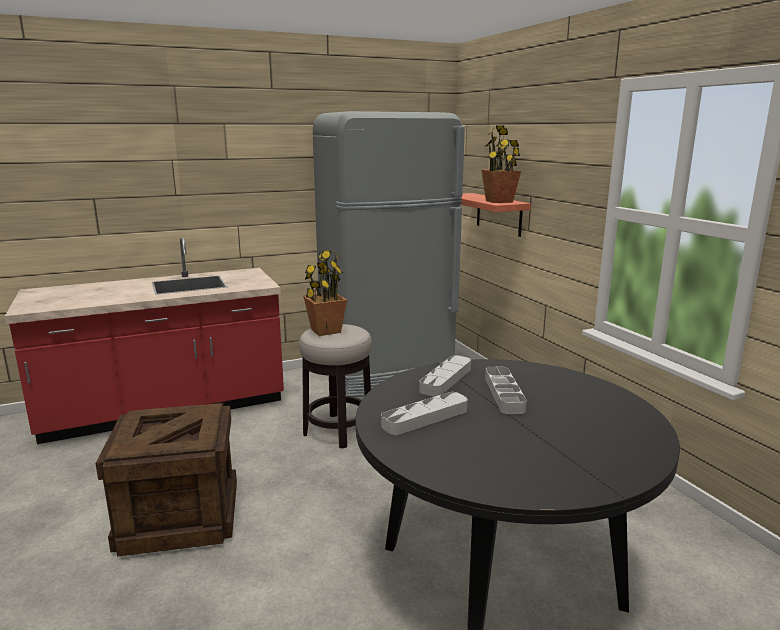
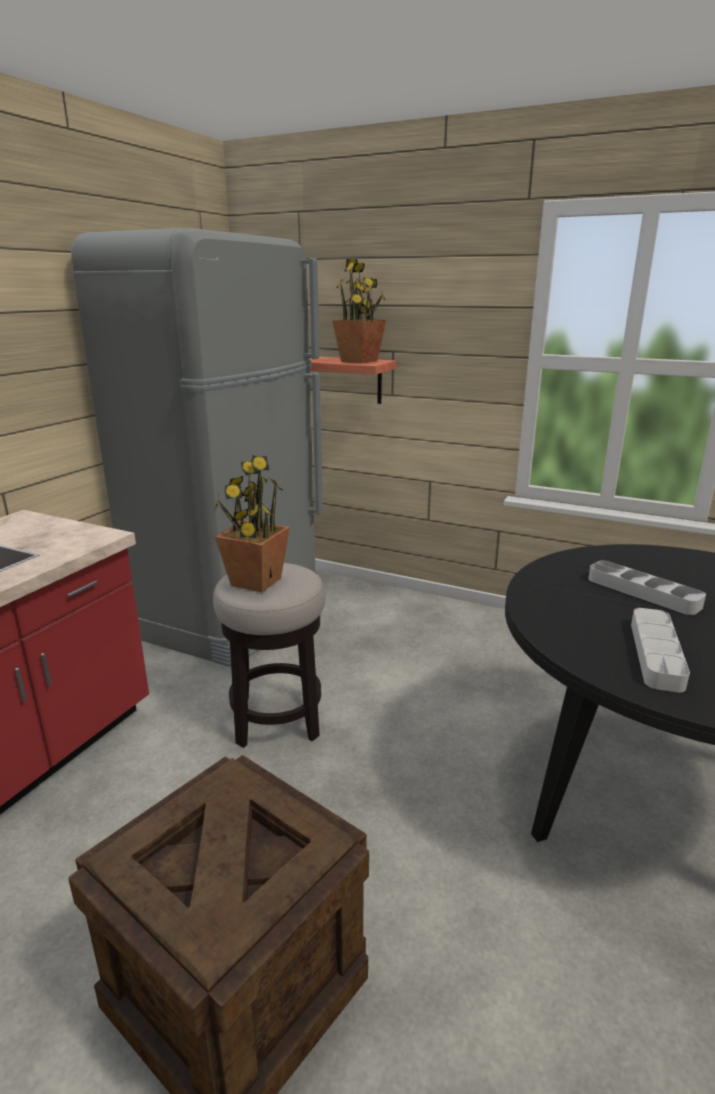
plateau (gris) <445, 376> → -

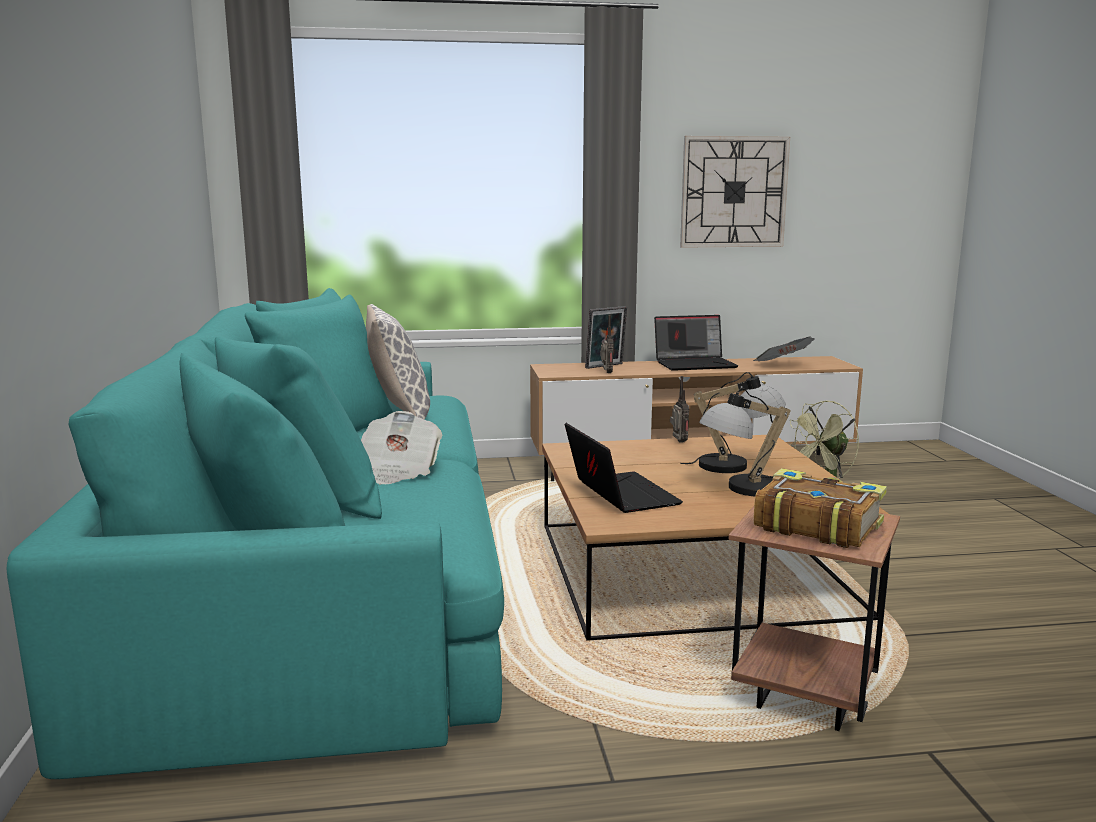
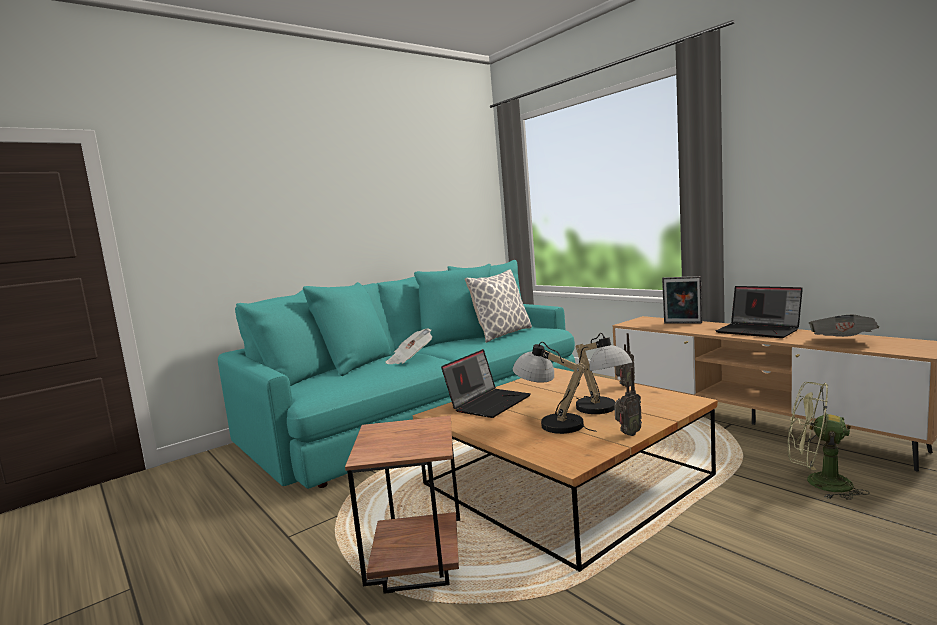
radio <607, 344> → radio <628, 401>, shifted
horloge murale <735, 192> → -
livre <820, 508> → -

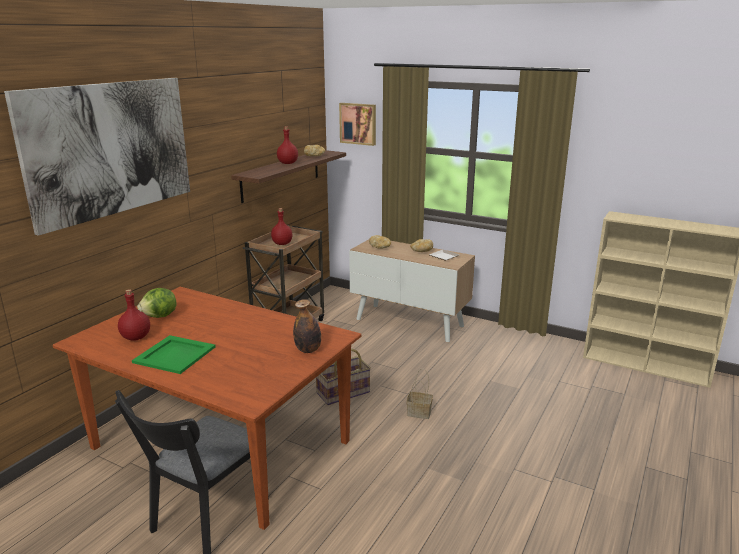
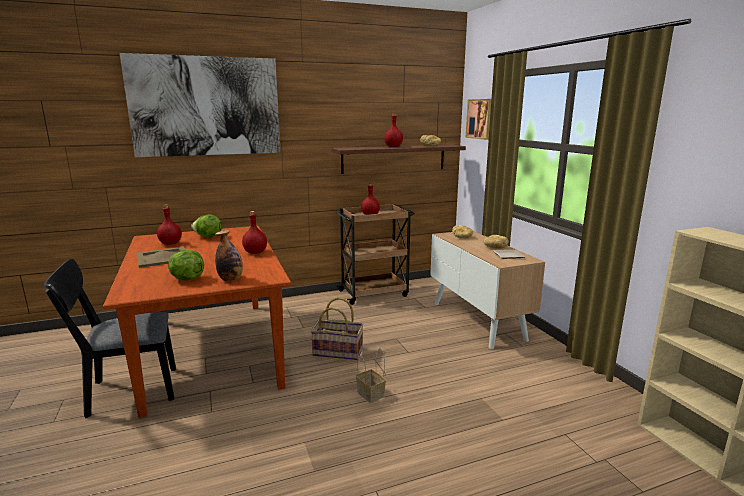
plateau (vert) <174, 354> → plateau (beige) <161, 257>
- → laitue <186, 264>
- → bouteille (rouge) <254, 232>

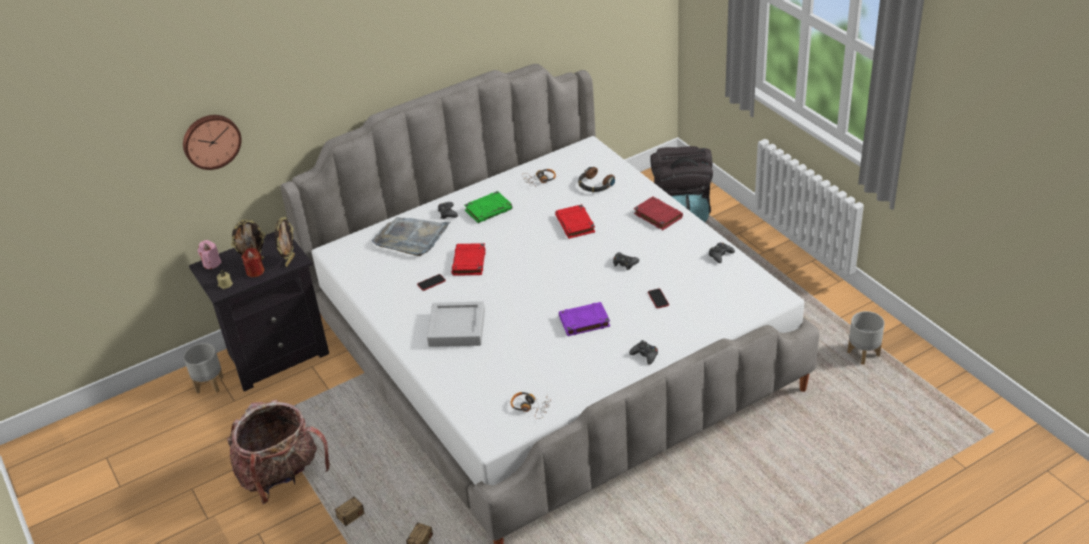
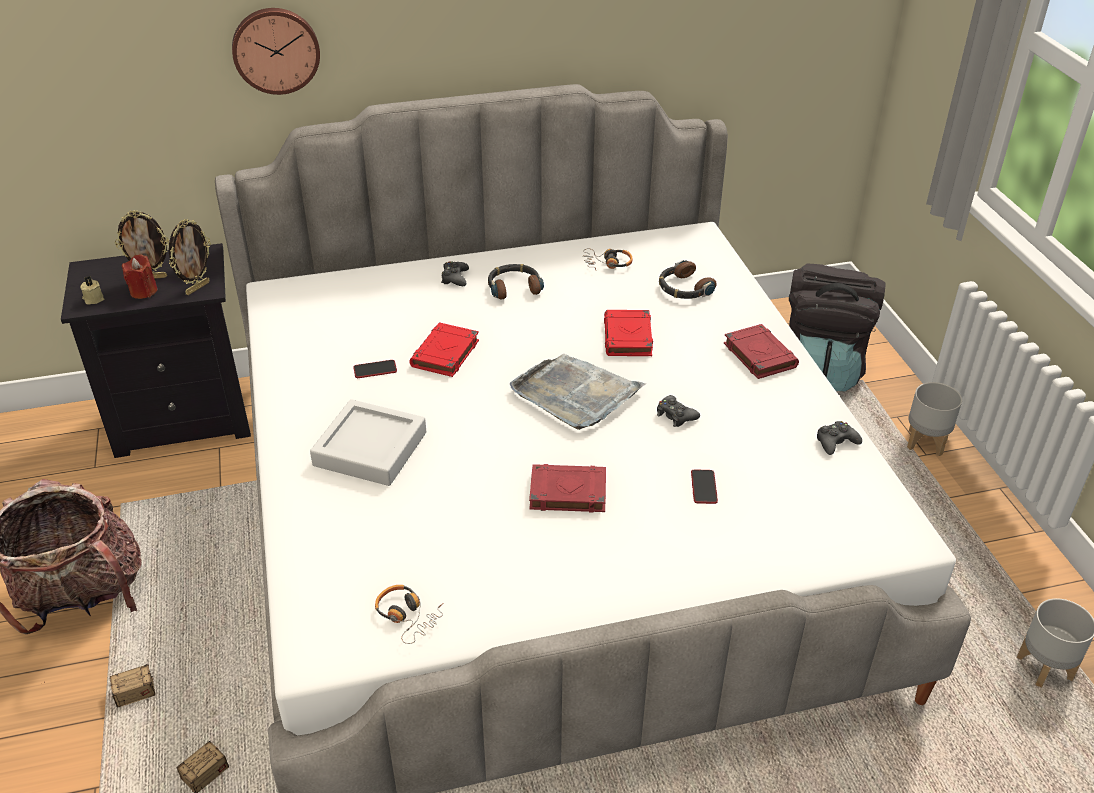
horloge murale <212, 142> → horloge murale <276, 51>, shifted
livre (vert) <488, 207> → casque audio <516, 281>
plateau (gris) <411, 236> → plateau (gris) <578, 392>, shifted
livre (violet) <584, 319> → livre (rouge) <567, 488>
cache-pot (gris) <204, 368> → cache-pot (gris) <934, 419>, shifted
bougie (rose) <209, 254> → -
manette (noir) <643, 352> → -

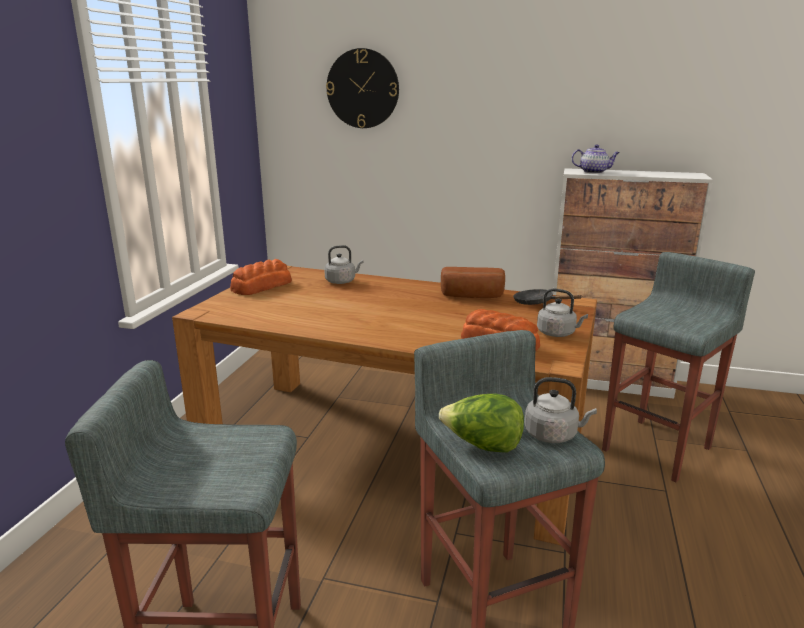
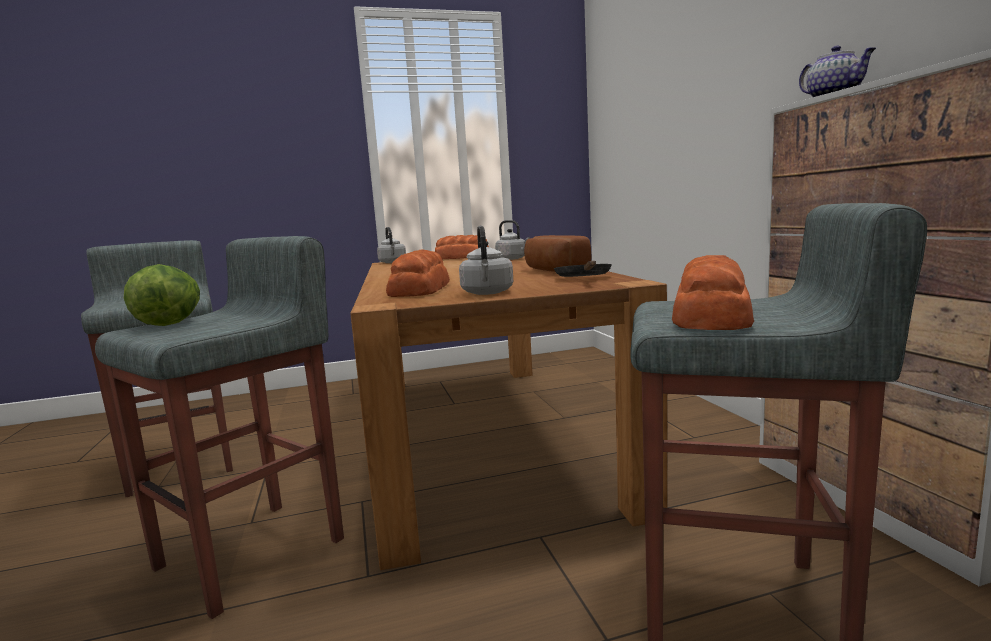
bouilloire (gris) <560, 410> → bouilloire (gris) <391, 245>, shifted
- → pain <713, 292>
horloge murale <362, 88> → -

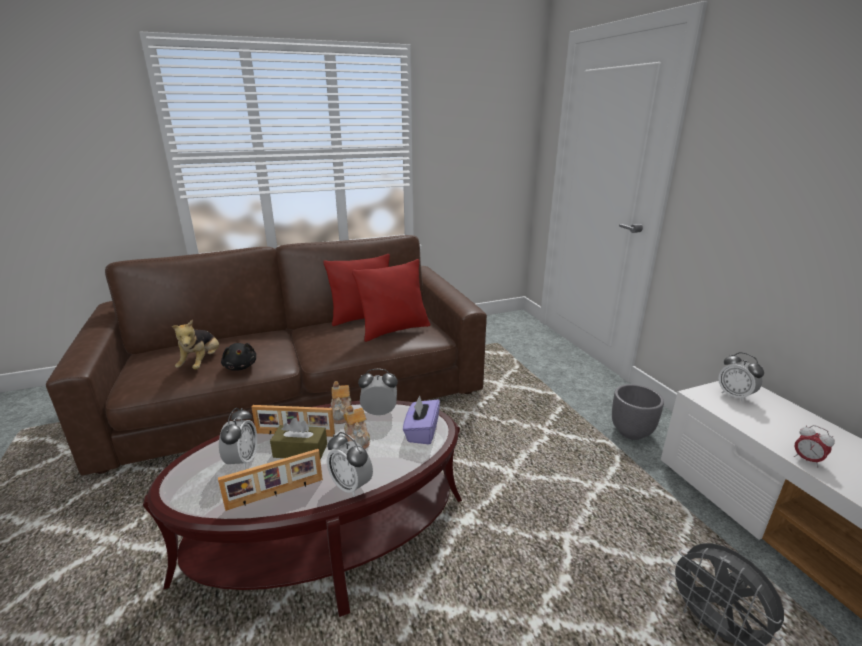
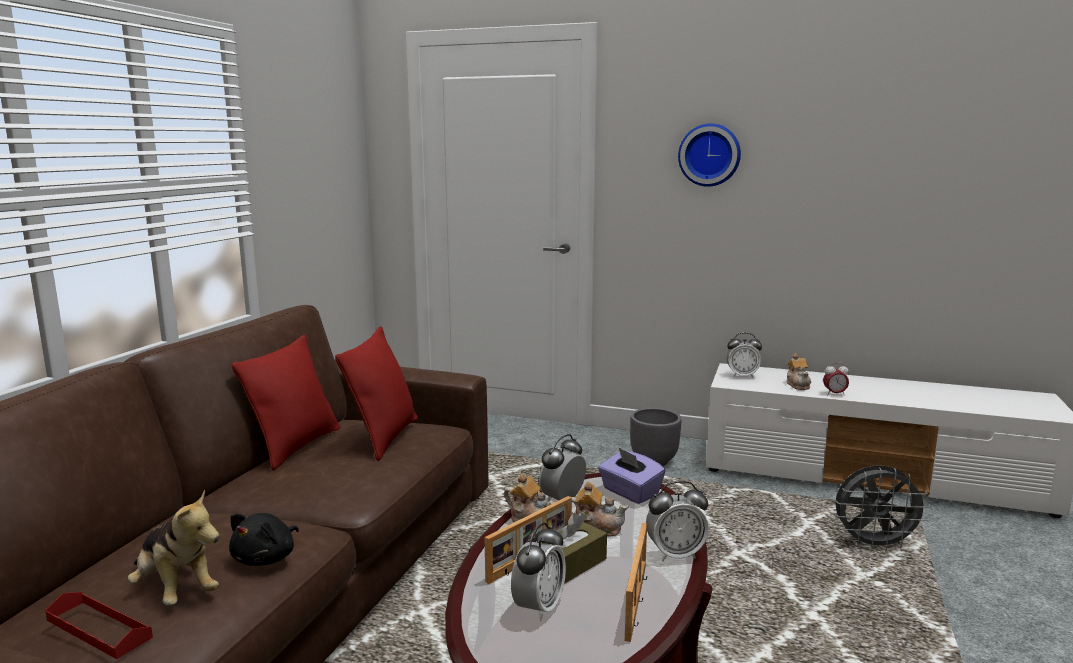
- → plateau (rouge) <99, 625>
peluche (noir) <238, 357> → peluche (noir) <264, 539>, 105 degrees clockwise
réveil <238, 438> → réveil <538, 571>, 75 degrees clockwise
- → horloge murale <709, 155>
- → théière <799, 371>

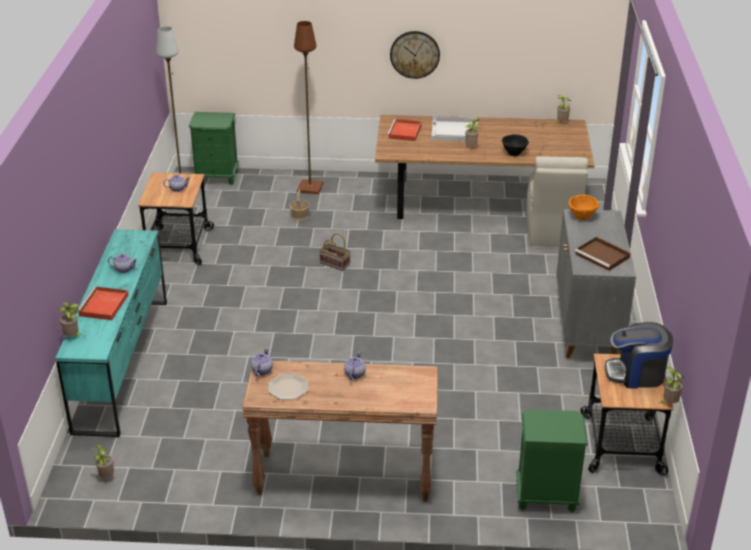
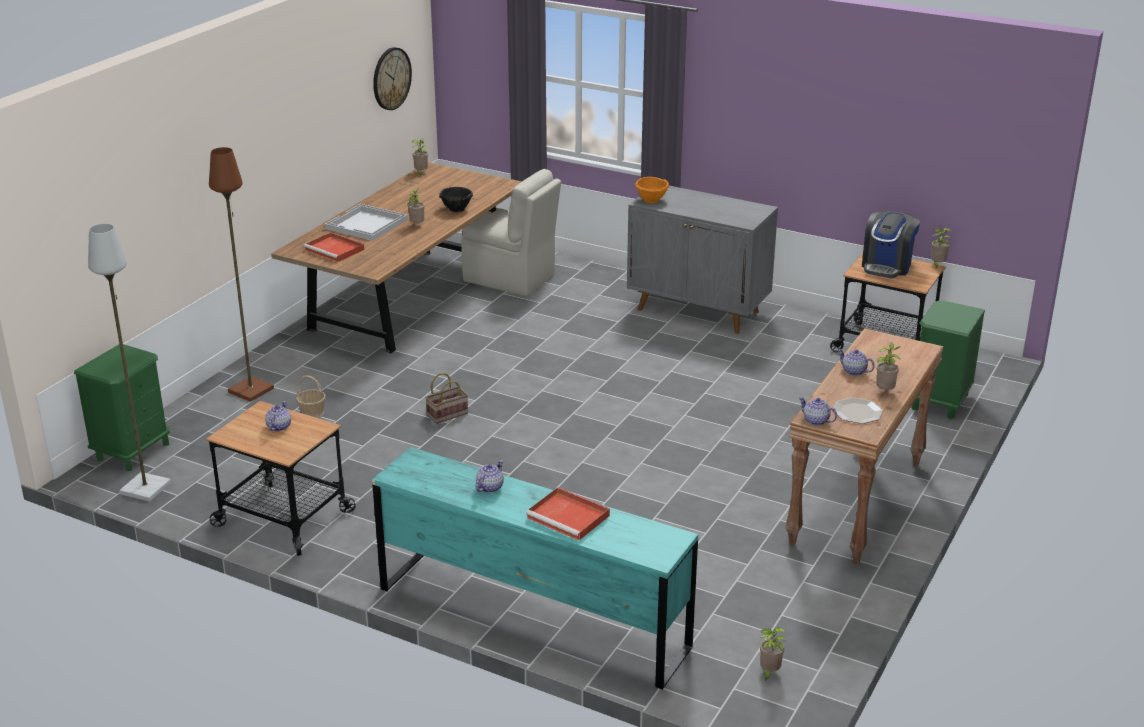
horloge murale <415, 55> → horloge murale <392, 78>, shifted
plante en pot <71, 319> → plante en pot <888, 366>, shifted
plateau (marron) <602, 254> → -

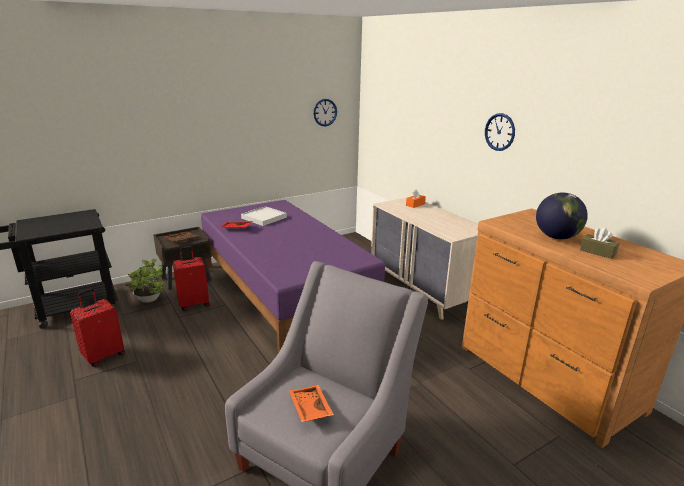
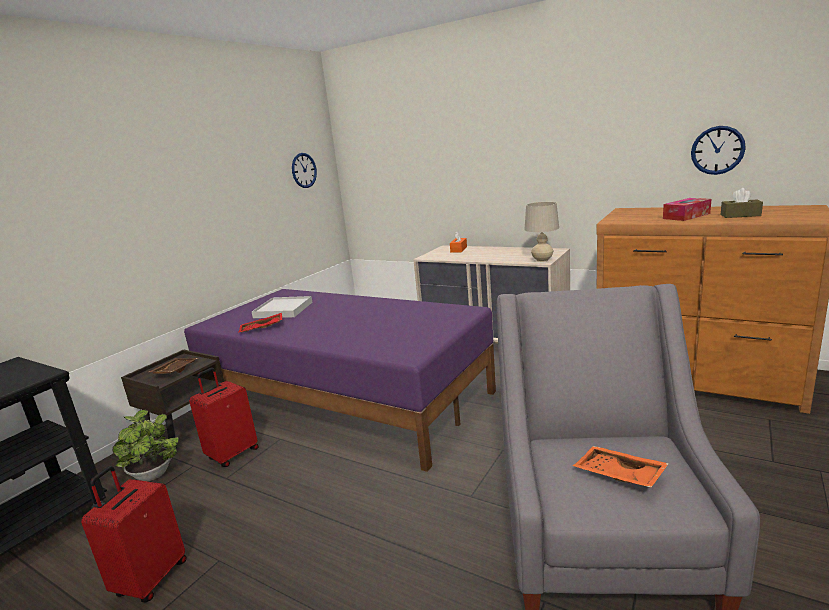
- → lampe de table (beige) <541, 232>
globe <562, 216> → boîte à mouchoirs <687, 209>
horloge murale <500, 132> → horloge murale <718, 150>, shifted

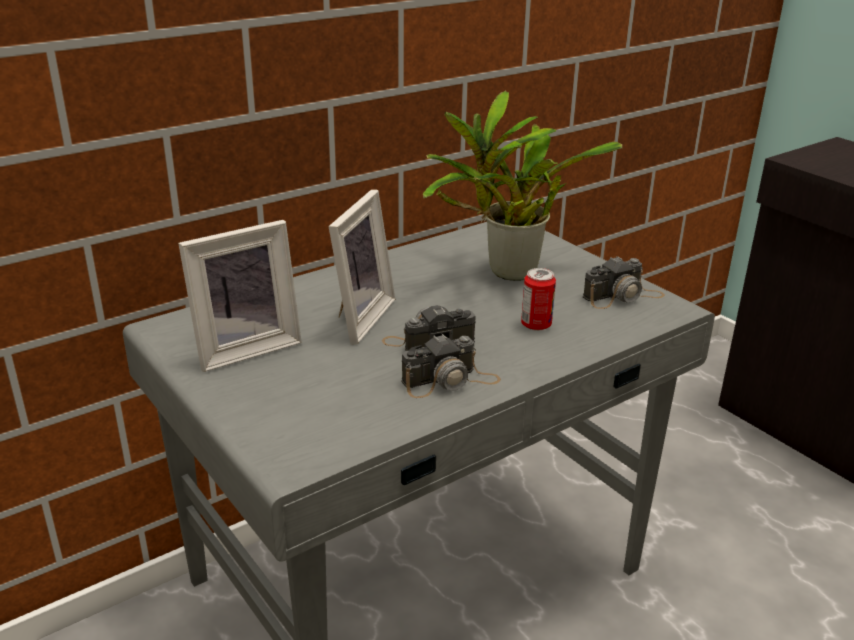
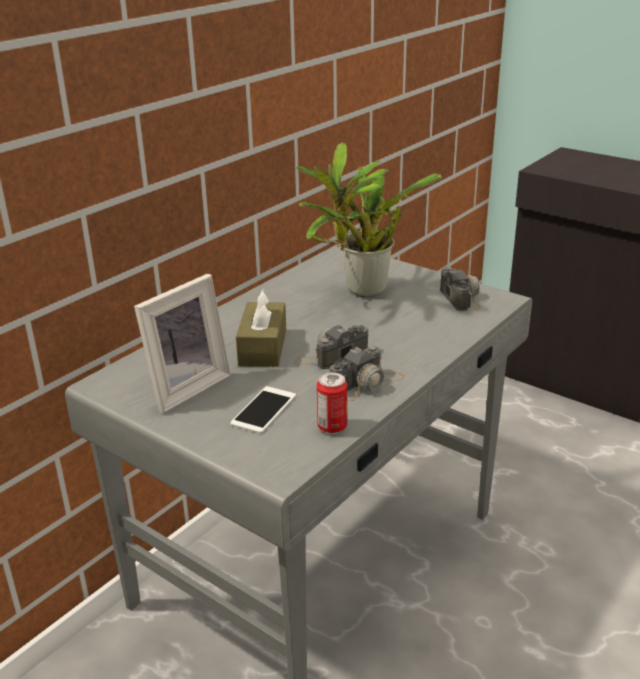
- → téléphone <263, 409>
cadre photo <362, 267> → boîte à mouchoirs (marron) <261, 328>
boîte métallique <538, 299> → boîte métallique <332, 402>, shifted
appareil photo <624, 282> → appareil photo <460, 289>, 60 degrees counterclockwise

